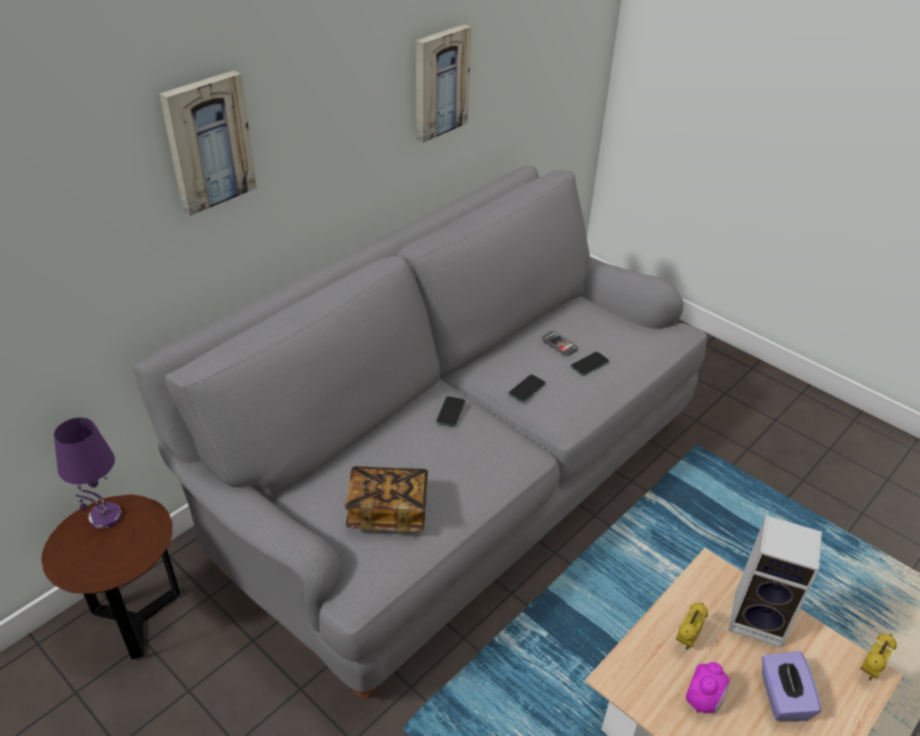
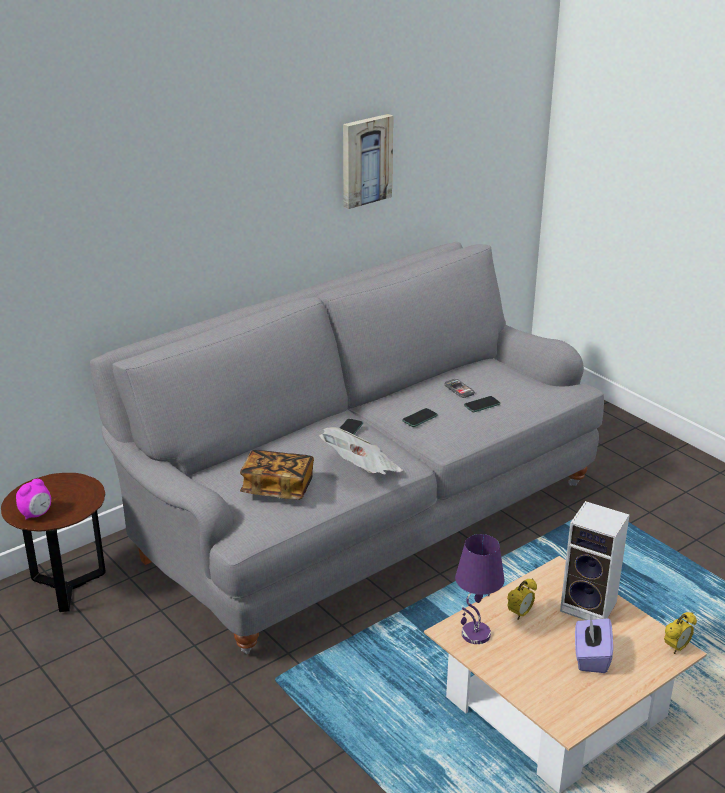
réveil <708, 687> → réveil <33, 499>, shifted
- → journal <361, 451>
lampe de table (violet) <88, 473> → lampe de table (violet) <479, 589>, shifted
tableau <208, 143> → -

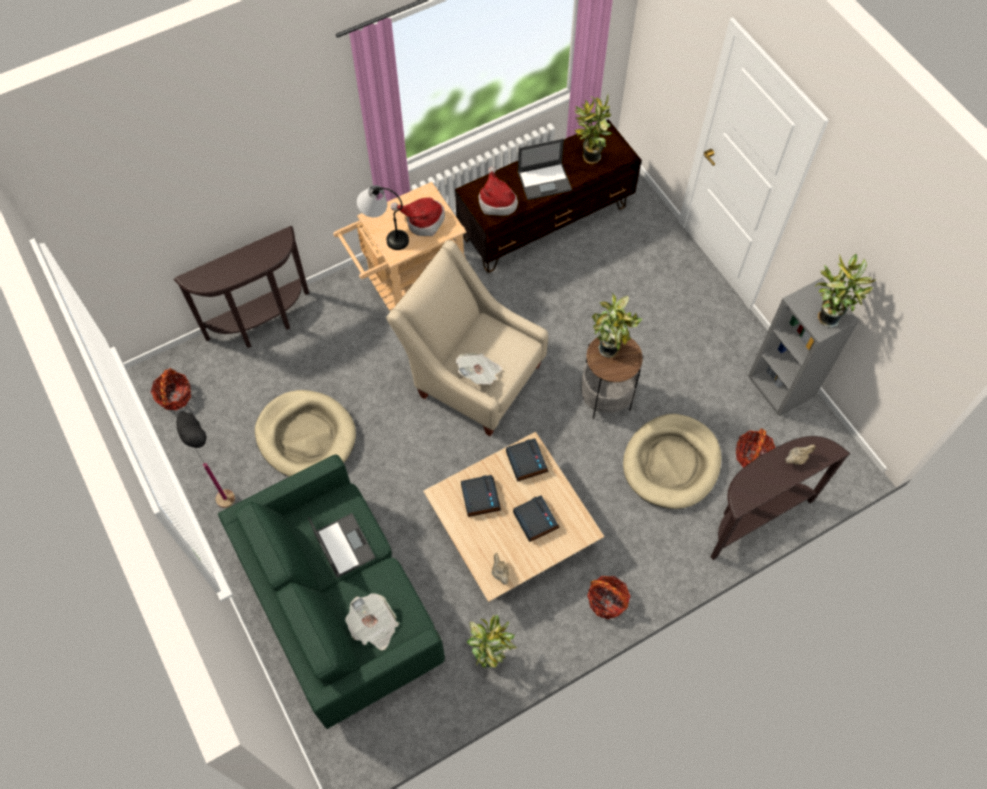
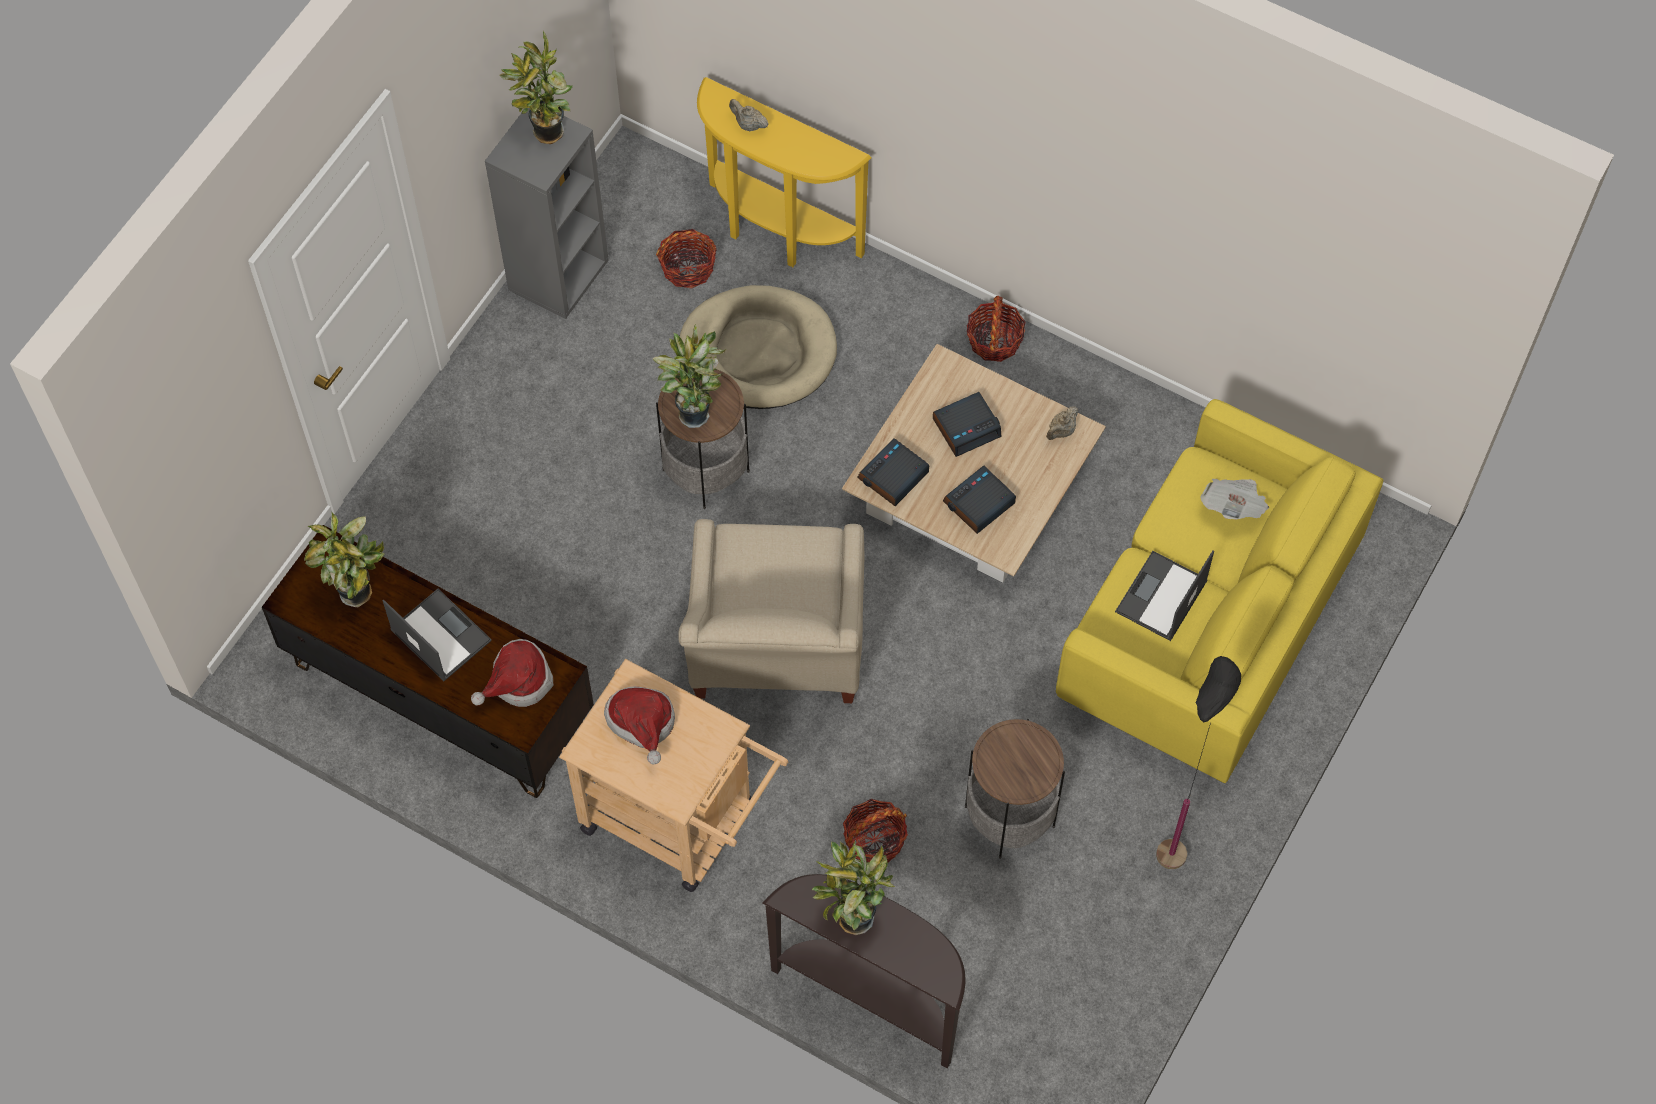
table console (marron) <780, 498> → table console (jaune) <784, 172>
plante en pot <492, 641> → plante en pot <853, 888>, shifted
panier <171, 389> → panier <875, 831>, shifted
réveil <536, 518> → réveil <967, 424>, 150 degrees counterclockwise
panier pour chien (beige) <305, 433> → table d'appoint <1015, 789>
canapé (vert) <331, 591> → canapé (jaune) <1219, 591>
lampe de table <383, 217> → -
journal <479, 369> → -

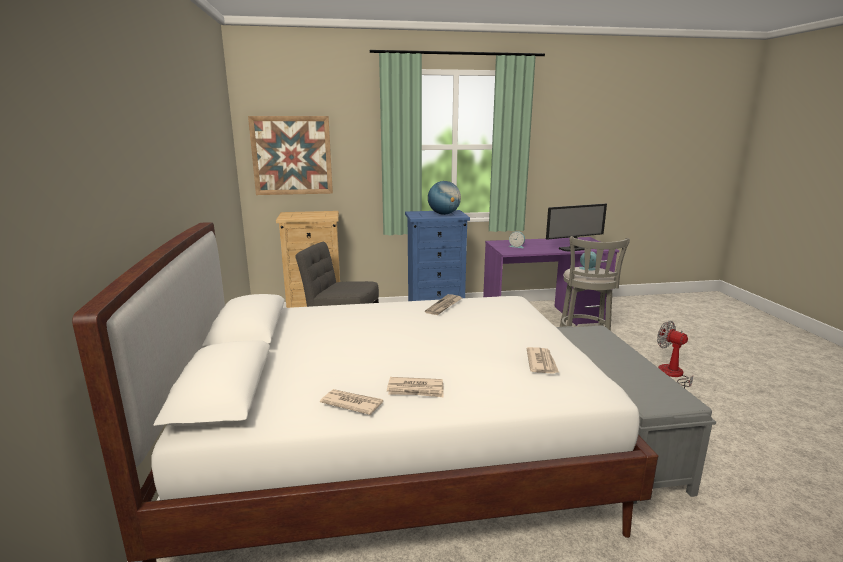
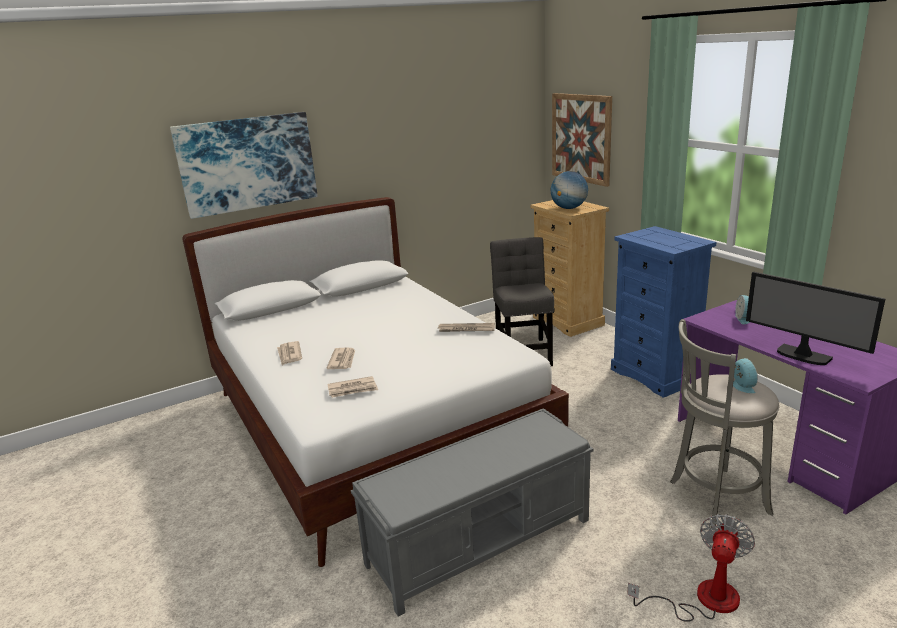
- → tableau <244, 165>
journal <351, 402> → journal <340, 358>, shifted
globe <444, 198> → globe <569, 190>, shifted

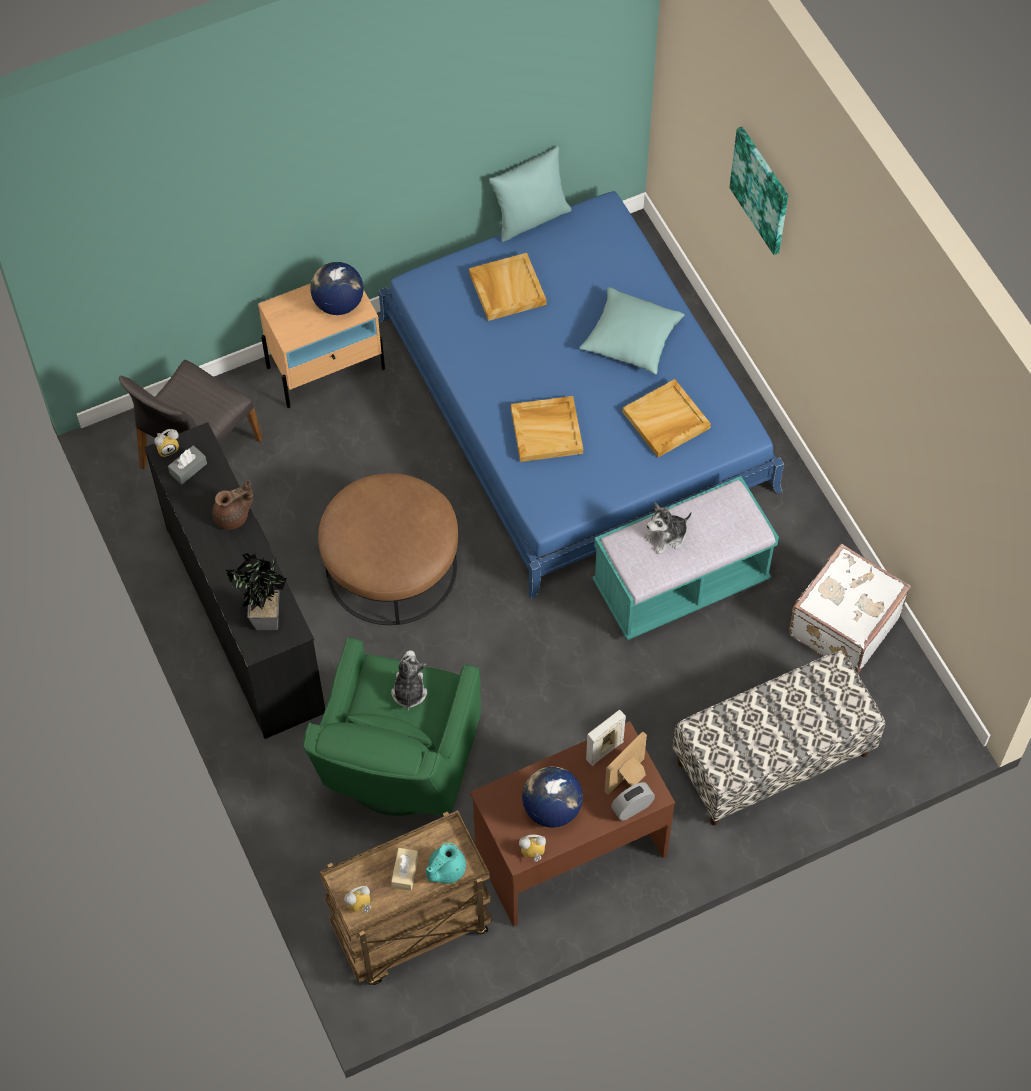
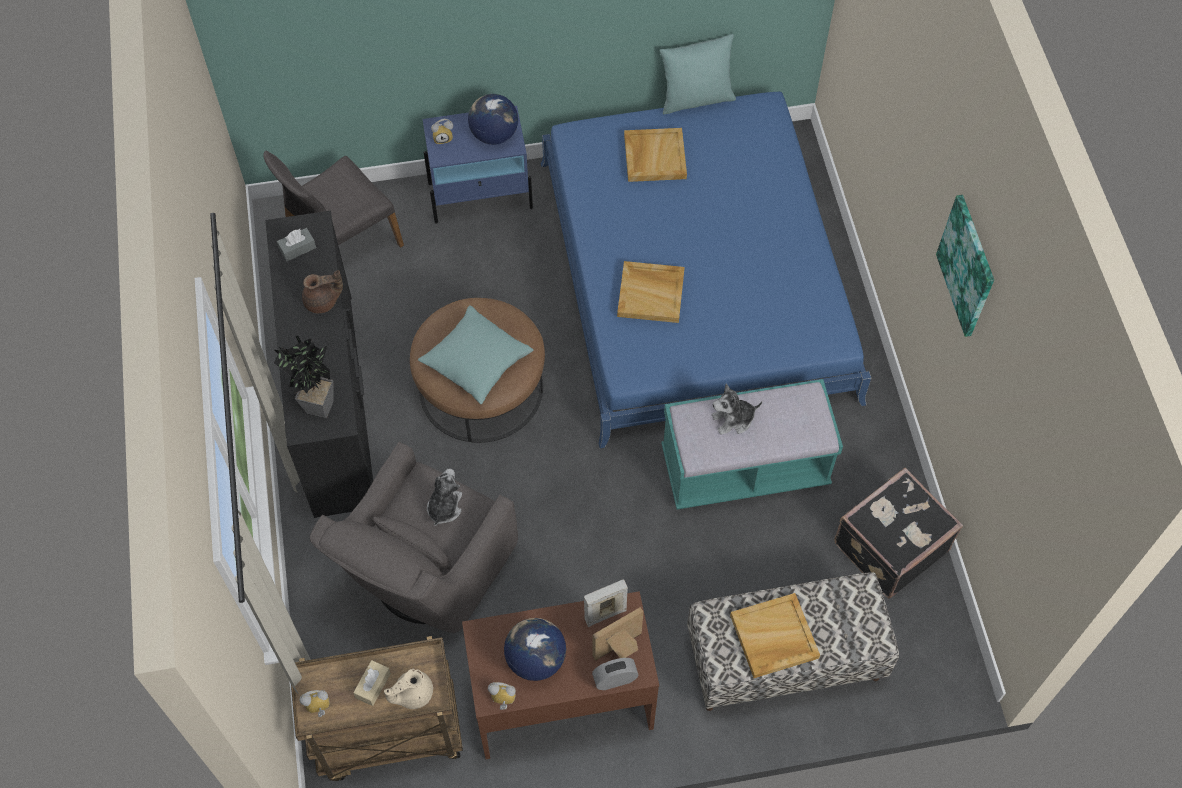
fauteuil (vert) <392, 726> → fauteuil (gris) <414, 537>
théière (turquoise) <446, 863> → théière (beige) <408, 689>
coussin (turquoise) <632, 330> → coussin (turquoise) <476, 354>, shifted
table de chevet (beige) <321, 345> → table de chevet (bleu) <478, 165>
réveil <166, 443> → réveil <442, 132>, shifted
plateau (beige) <666, 418> → plateau (beige) <775, 635>, shifted
valise (blanc) <850, 609> → valise (noir) <898, 533>
tableau <758, 191> → tableau <965, 266>, shifted

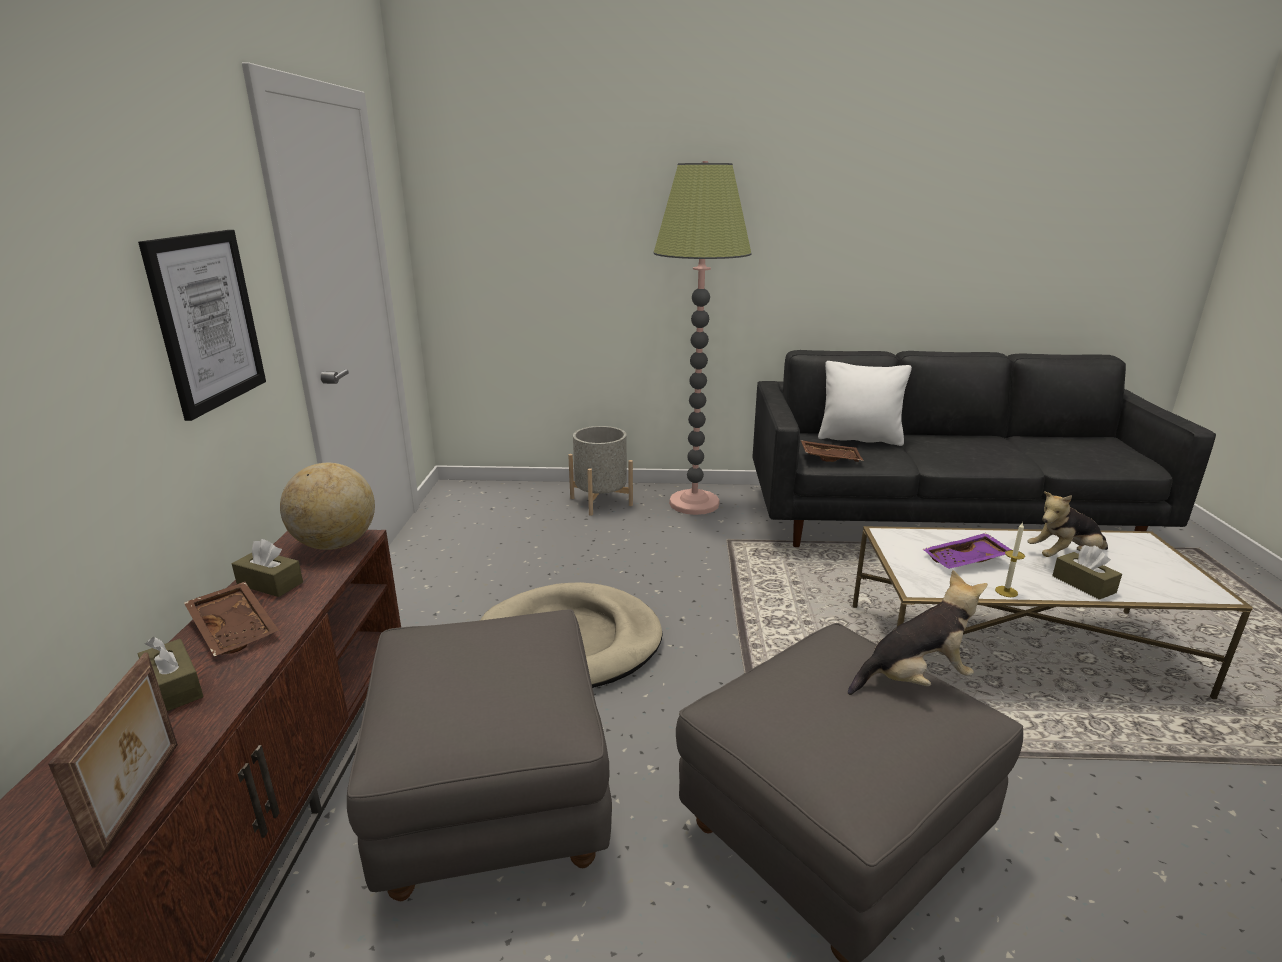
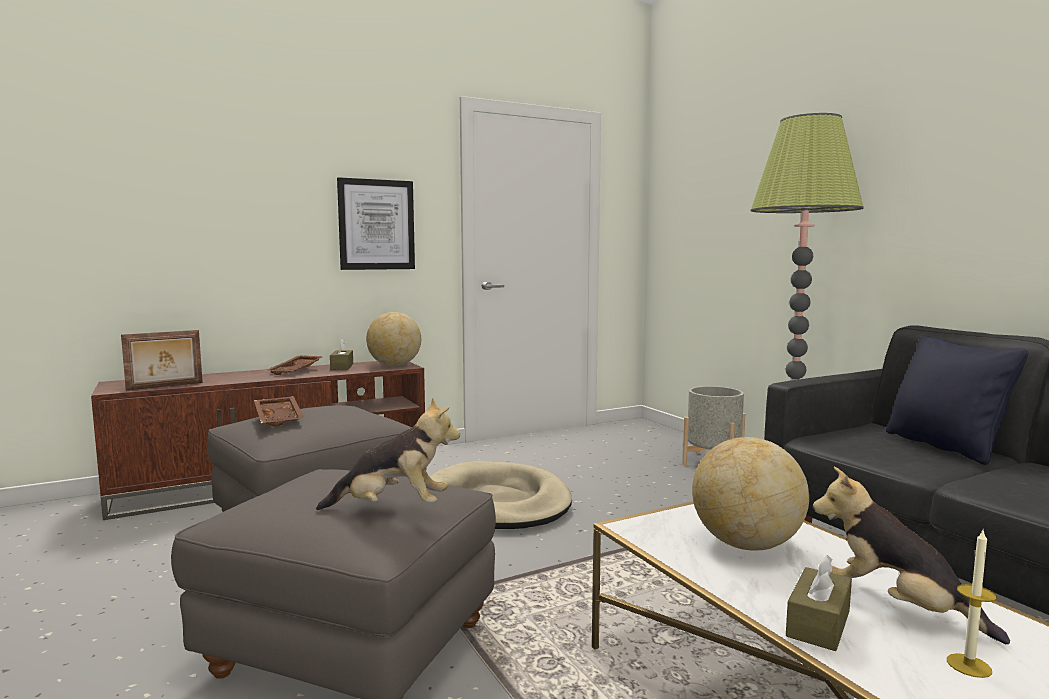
plateau (marron) <832, 451> → plateau (marron) <279, 411>, shifted
peluche <918, 632> → peluche <388, 454>, 45 degrees counterclockwise
plateau (violet) <967, 551> → globe <750, 494>
coussin (blanc) <865, 403> → coussin (noir) <957, 400>
bougie <1010, 559> → bougie <972, 604>, shifted
boîte à mouchoirs (marron) <171, 674> → -

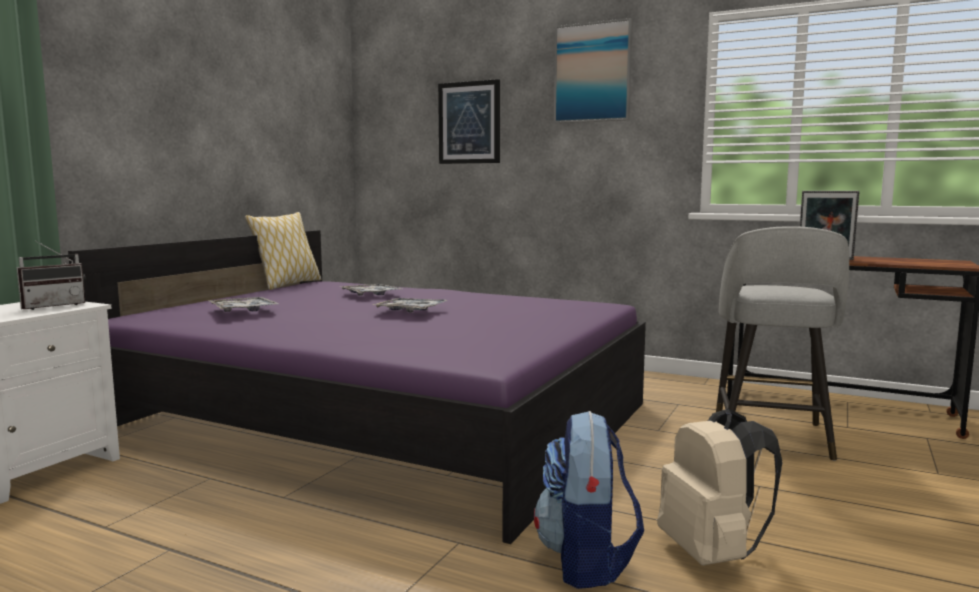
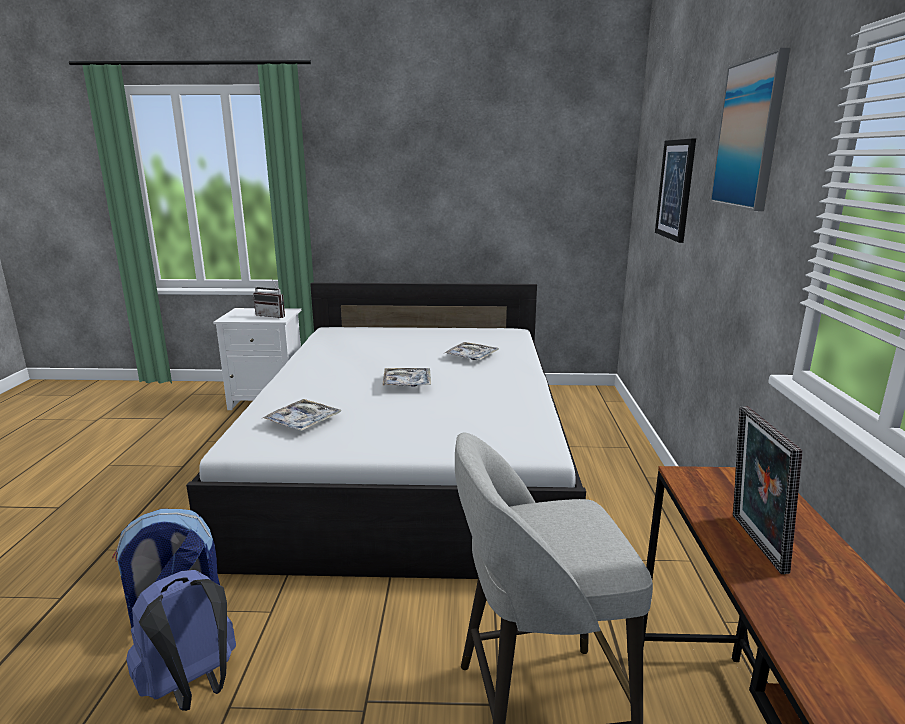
sac à dos (beige) <720, 487> → sac à dos (bleu) <181, 640>
lit (violet) <357, 387> → lit (blanc) <386, 431>
plateau <243, 304> → plateau <301, 415>, shifted
coussin <283, 251> → -

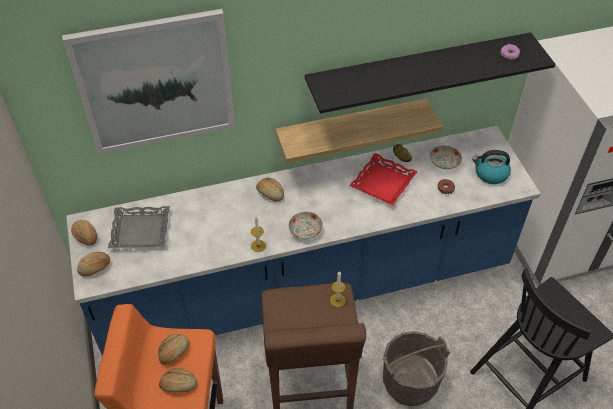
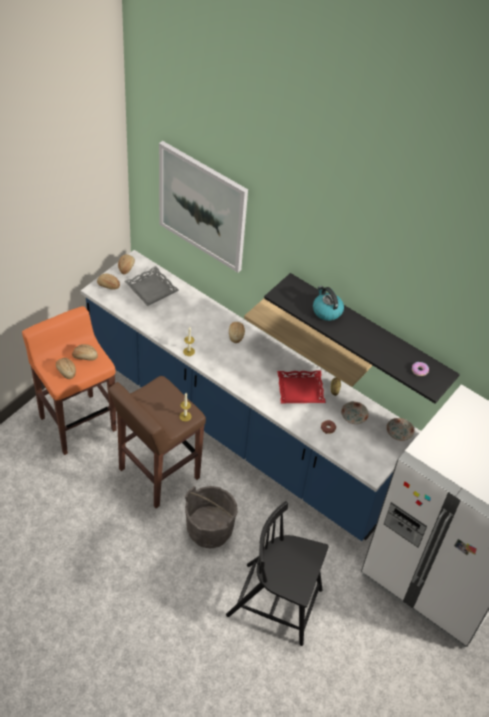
bouilloire <491, 167> → bouilloire <328, 303>, shifted
assiette <306, 225> → assiette <401, 429>, shifted

